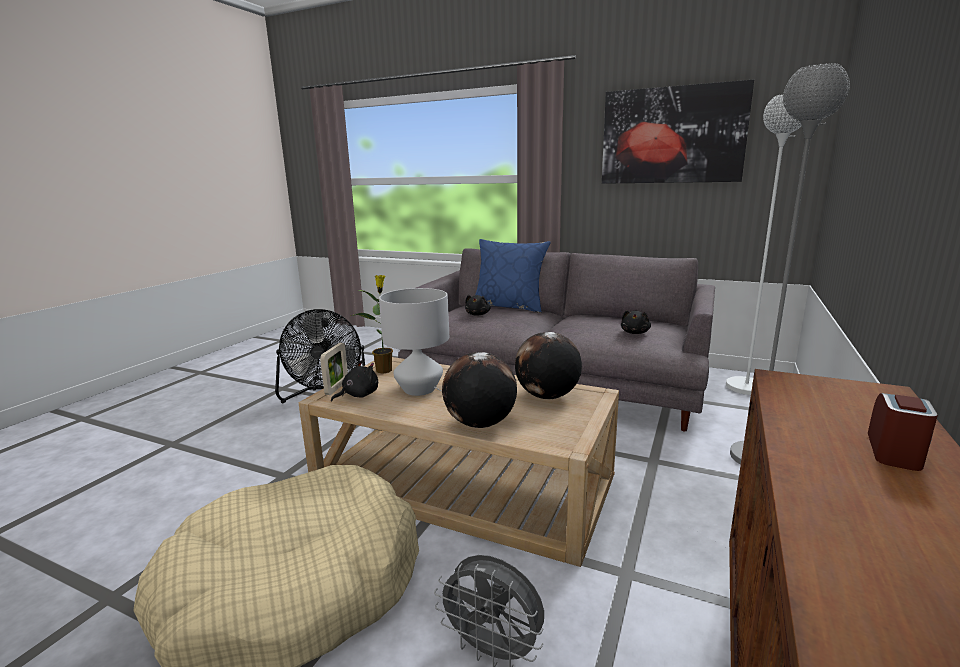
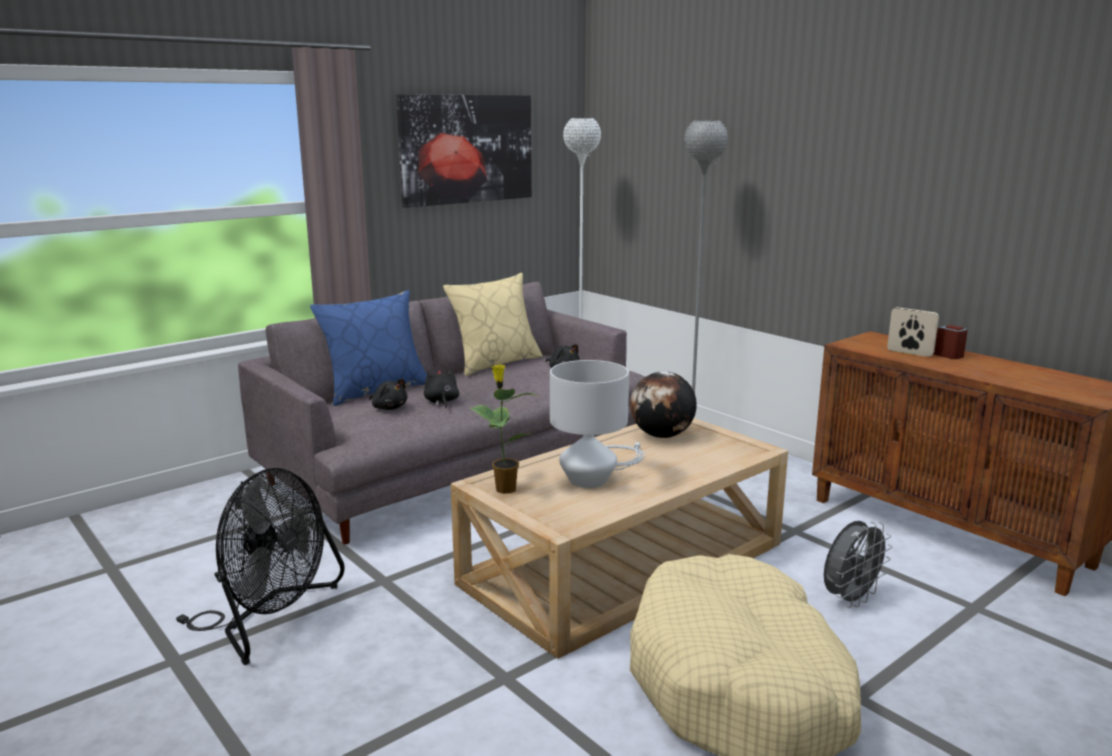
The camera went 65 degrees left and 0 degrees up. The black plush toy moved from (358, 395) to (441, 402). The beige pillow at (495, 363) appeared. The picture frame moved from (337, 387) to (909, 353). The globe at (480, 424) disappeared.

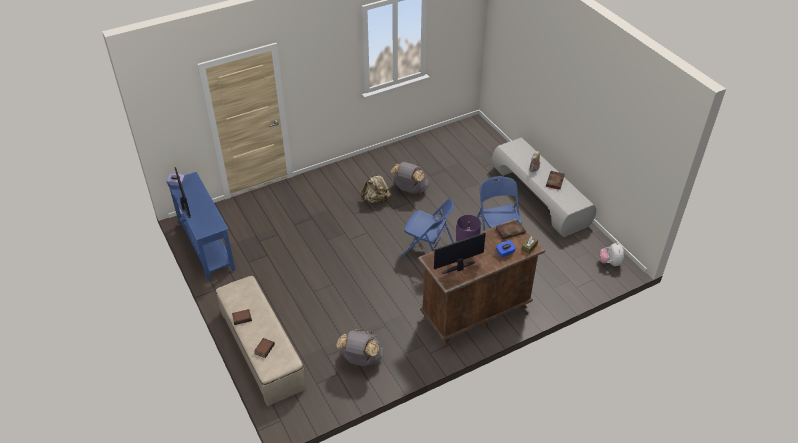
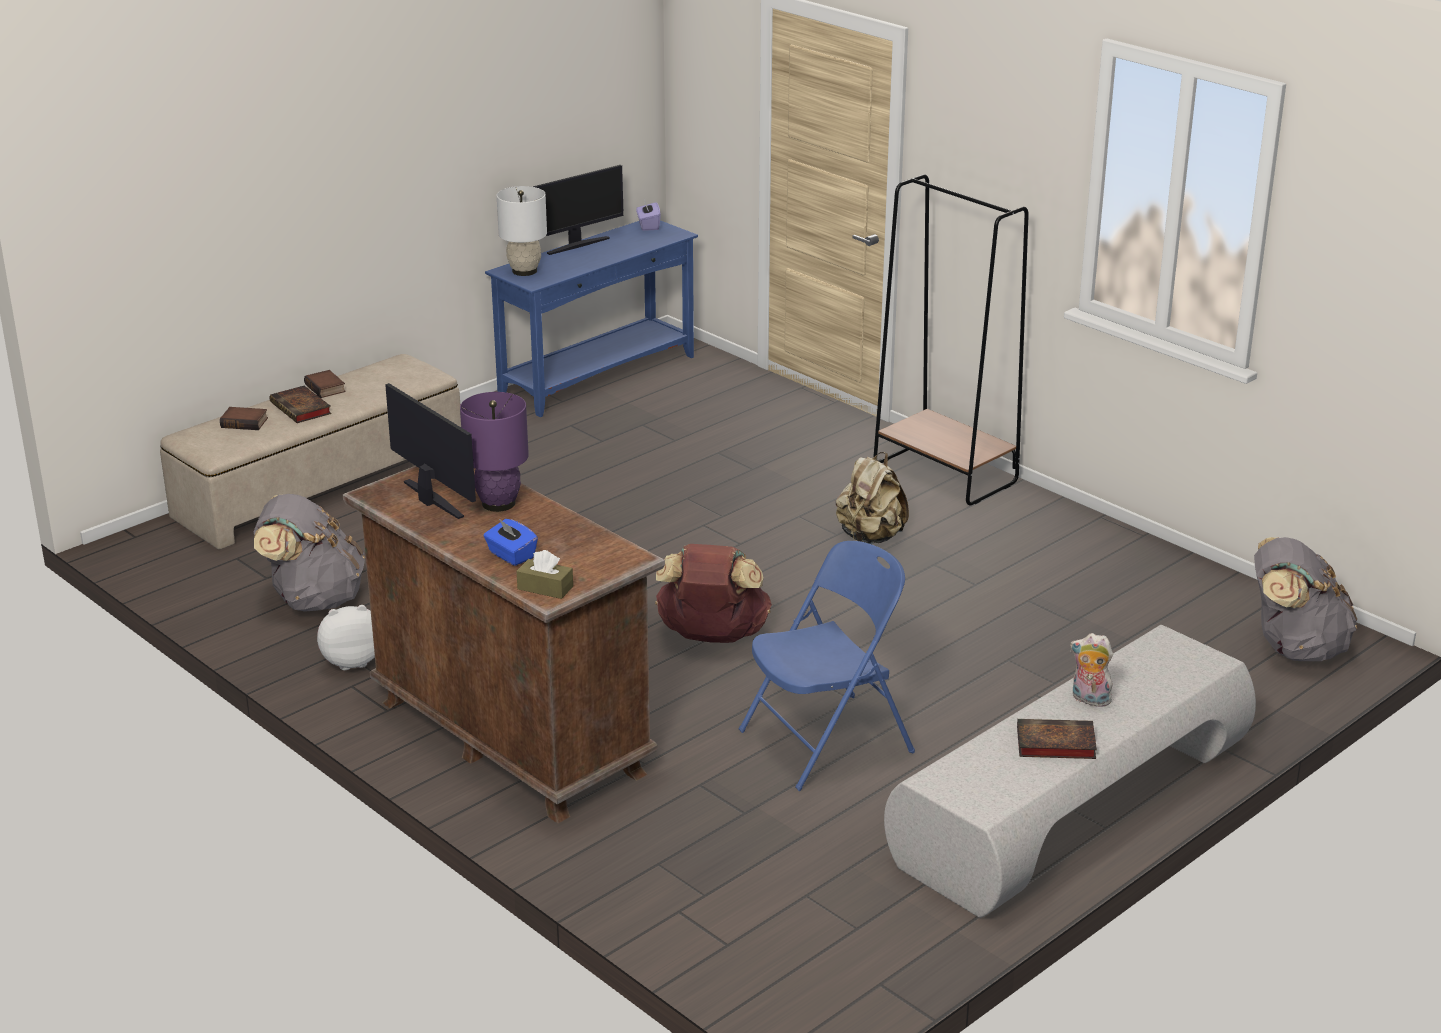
The camera went 75 degrees right and 15 degrees down. The book moved from (510, 231) to (302, 409). The plush toy moved from (610, 263) to (352, 661). The white table lamp at (524, 271) appeared. The blue chair at (427, 251) was replaced by the brown backpack at (712, 637). The clothes rack at (945, 474) appeared. The grey backpack moved from (410, 189) to (1294, 648).

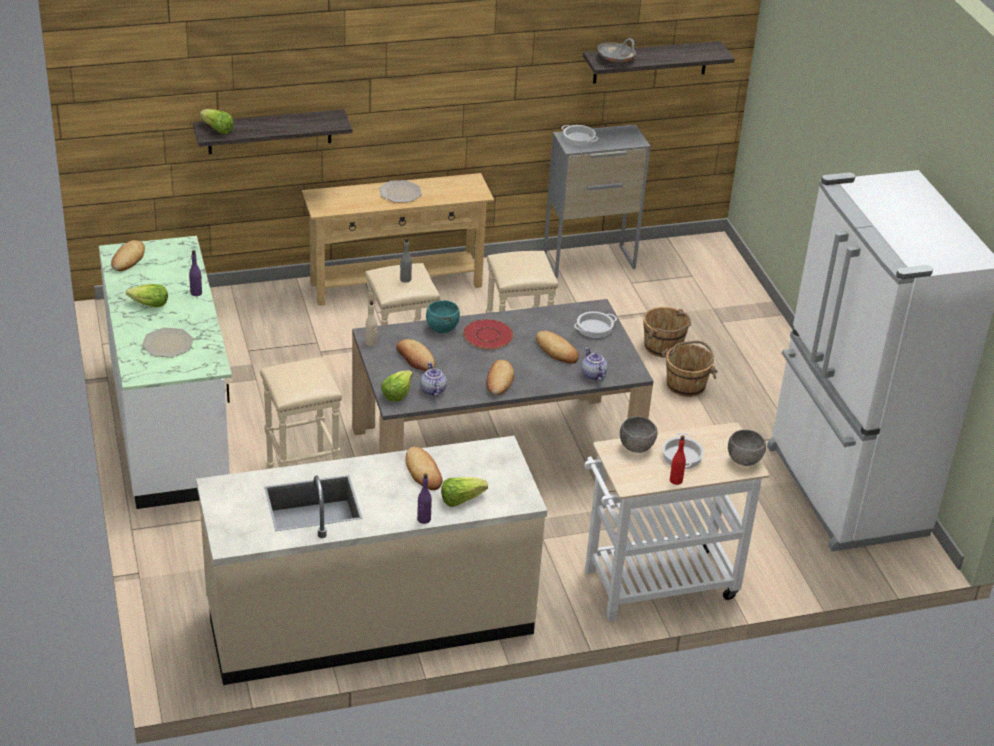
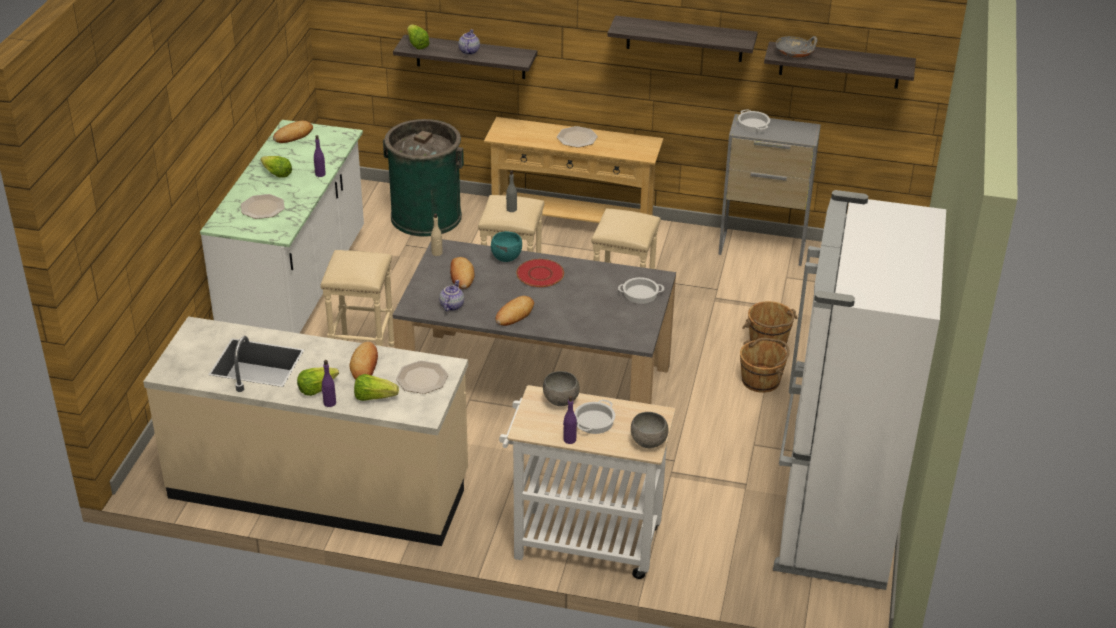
The camera went 30 degrees right and 0 degrees up. The lettuce moved from (397, 393) to (316, 388). The green trash can at (426, 216) appeared. The plate at (422, 378) appeared. The teapot moved from (592, 375) to (468, 51). The red bottle at (675, 480) became the purple bottle at (569, 439). The shelf at (684, 39) appeared. The bread at (556, 350) disappeared.

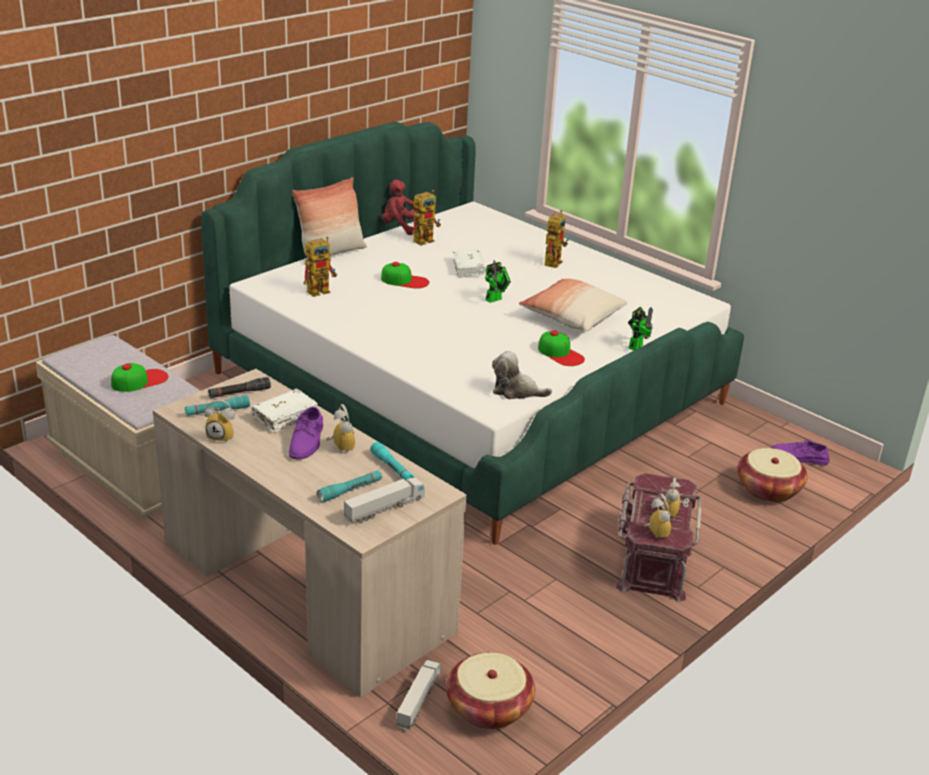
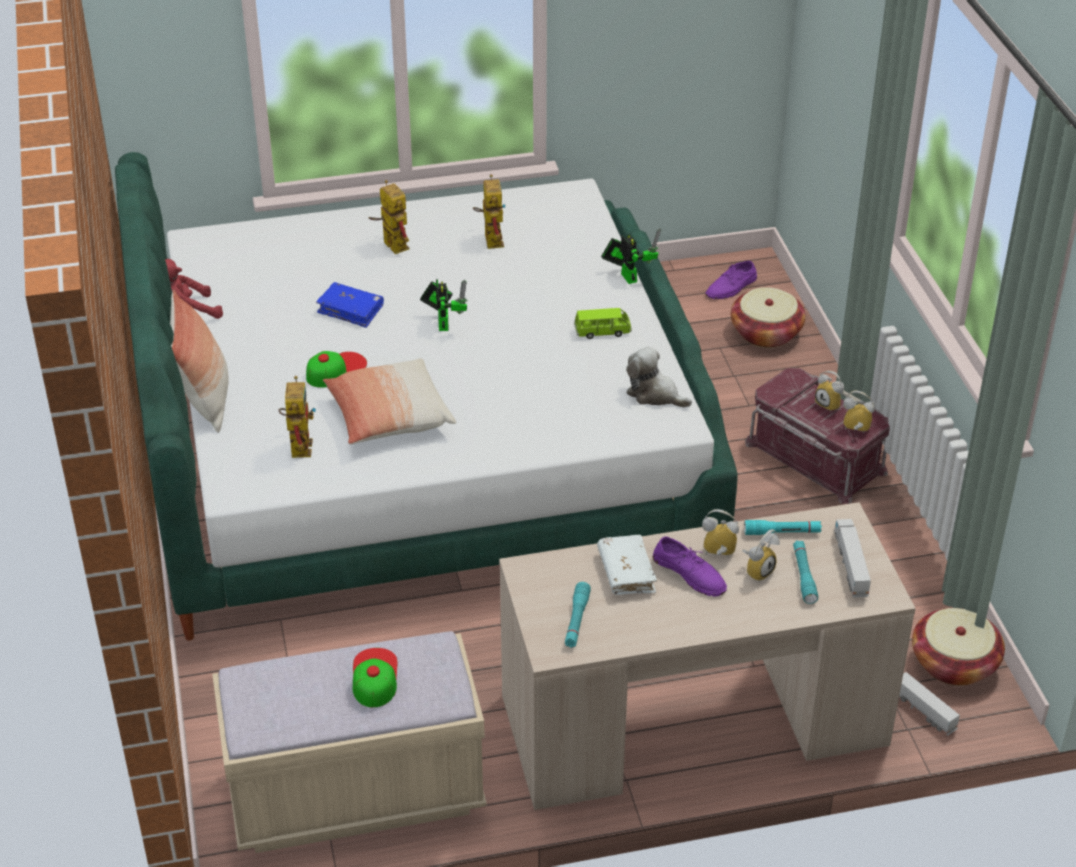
The camera went 55 degrees left and 10 degrees up. The white book at (468, 268) became the blue book at (351, 310). The pillow moved from (571, 317) to (389, 417). The toy robot moved from (426, 239) to (490, 238). The cap at (560, 353) was replaced by the green toy car at (602, 332). The plush toy at (516, 391) turned 75 degrees clockwise. The alarm clock moved from (222, 436) to (757, 570). The black flashlight at (239, 393) disappeared.

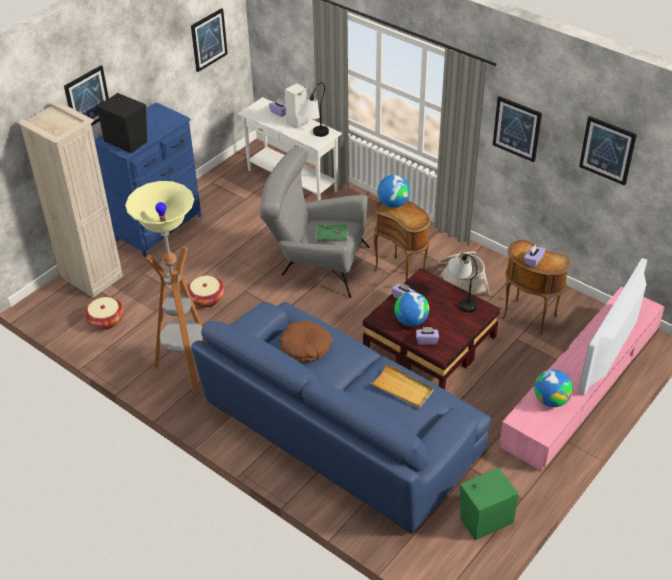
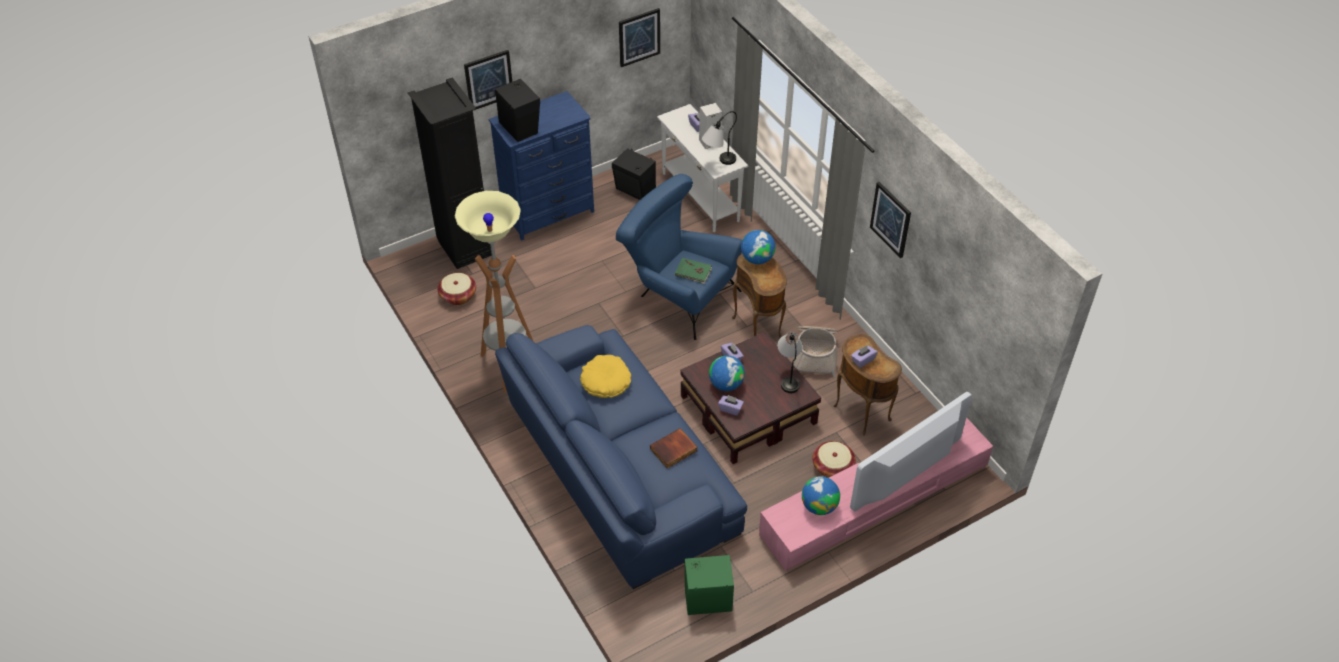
The camera went 20 degrees right and 5 degrees up. The beige cabinet at (92, 276) became the black cabinet at (465, 247). The brown pillow at (304, 348) became the yellow pillow at (605, 382). The black speaker at (635, 190) appeared. The grey armchair at (314, 264) became the blue armchair at (678, 295). The beige tray at (402, 388) was replaced by the book at (673, 450). The basket moved from (206, 299) to (832, 467). The picture at (607, 150) disappeared.

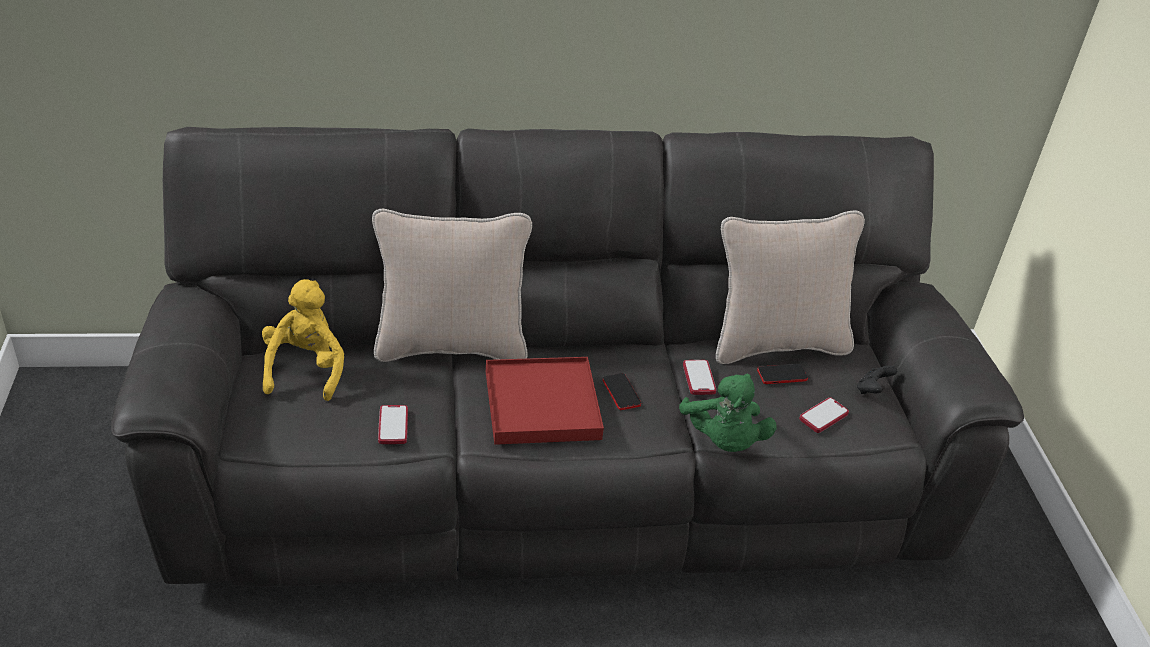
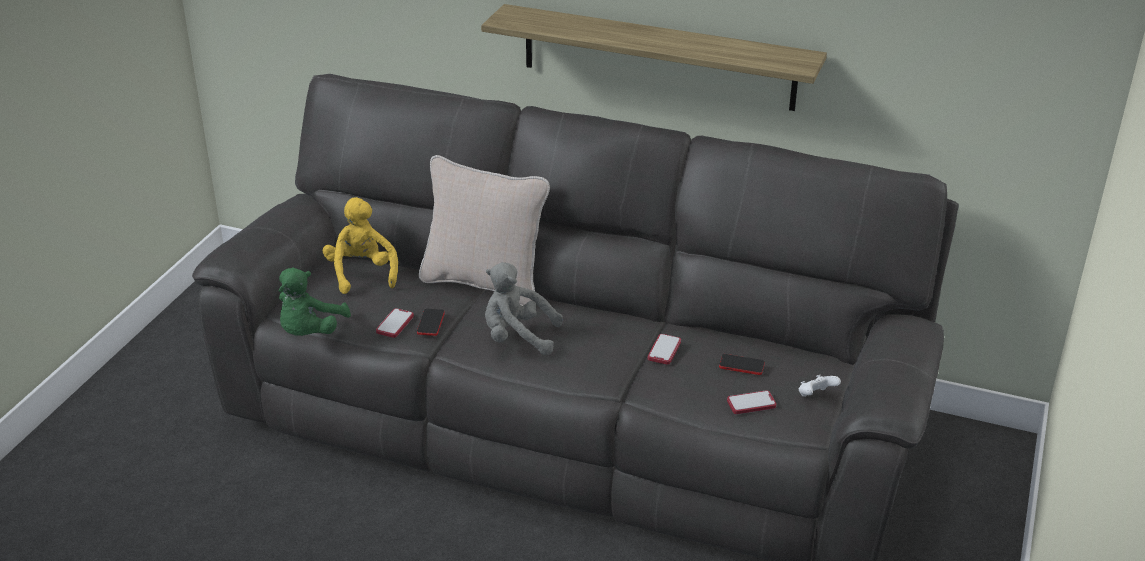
The camera went 30 degrees right and 5 degrees down. The green plush toy moved from (723, 441) to (310, 332). The yellow plush toy at (305, 369) turned 45 degrees counterclockwise. The phone moved from (621, 392) to (430, 323). The shelf at (658, 57) appeared. The red tray at (541, 404) was replaced by the grey plush toy at (517, 337). The black game controller at (872, 390) became the white game controller at (815, 396). The beige pillow at (776, 343) disappeared.

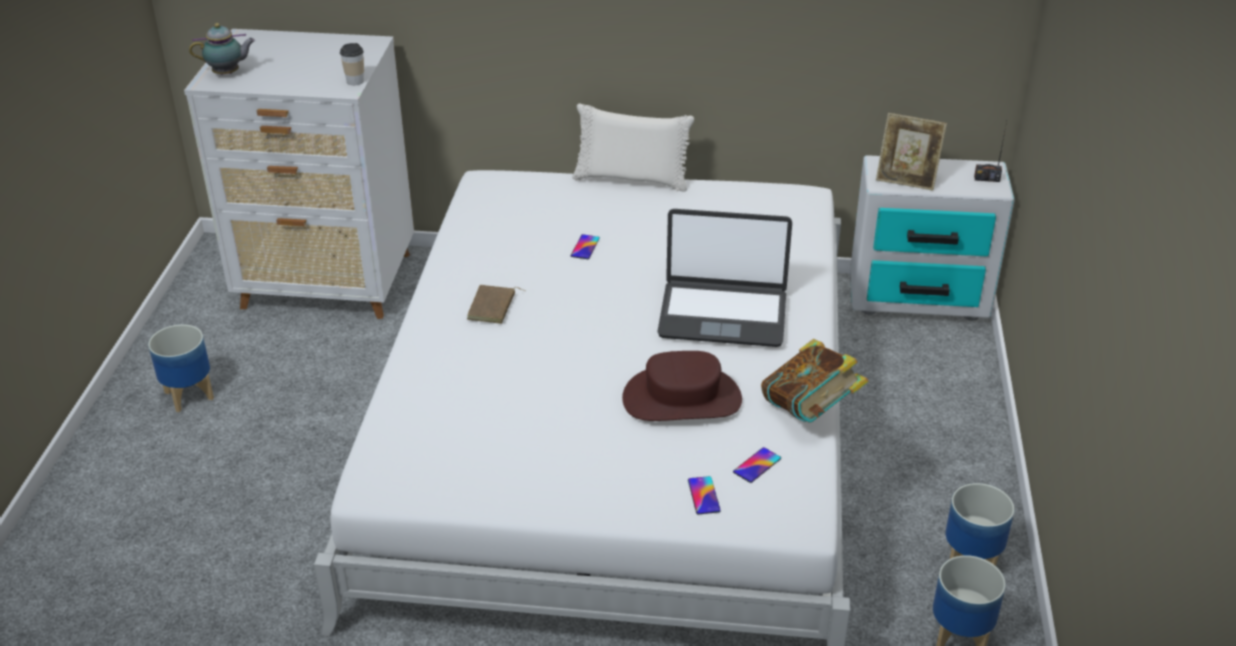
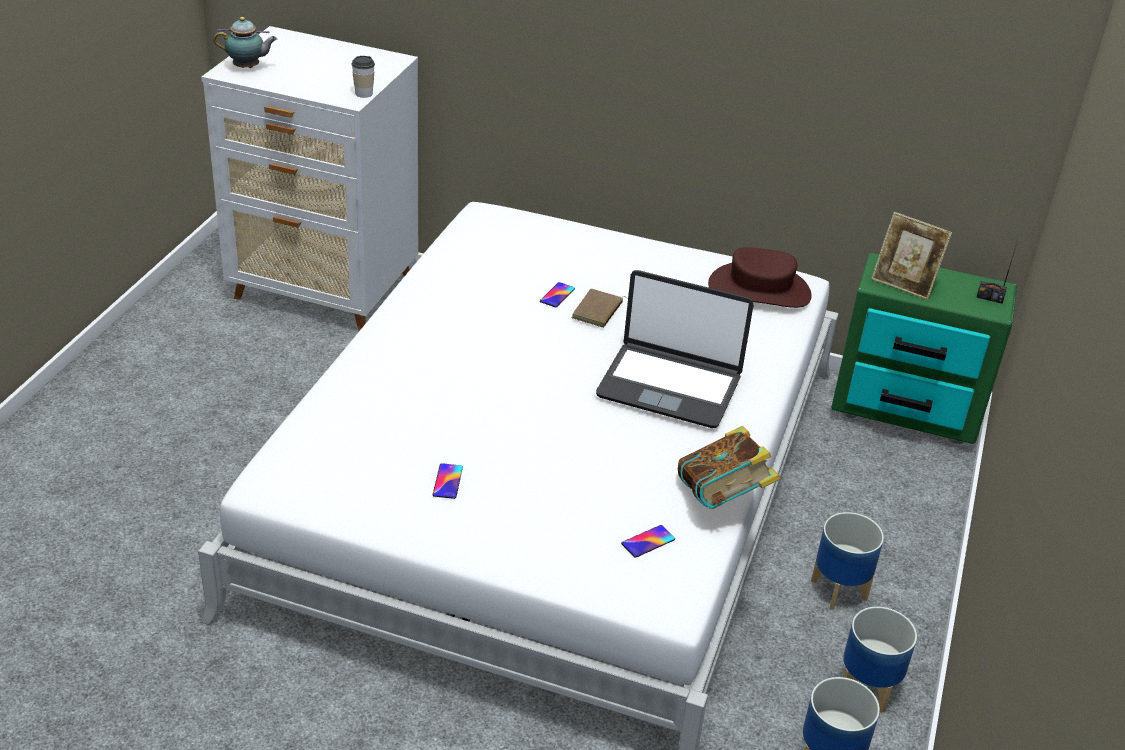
The camera went 10 degrees right and 0 degrees up. The phone moved from (703, 495) to (447, 481). The brown book moved from (493, 307) to (599, 311). The brown hat moved from (682, 398) to (759, 290). The planter moved from (188, 396) to (838, 590). The white nightstand at (918, 304) became the green nightstand at (904, 416). The white pillow at (631, 179) disappeared.

